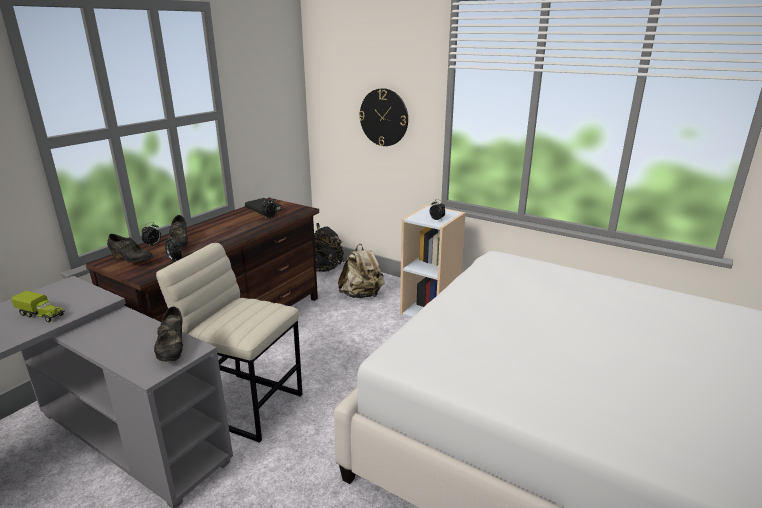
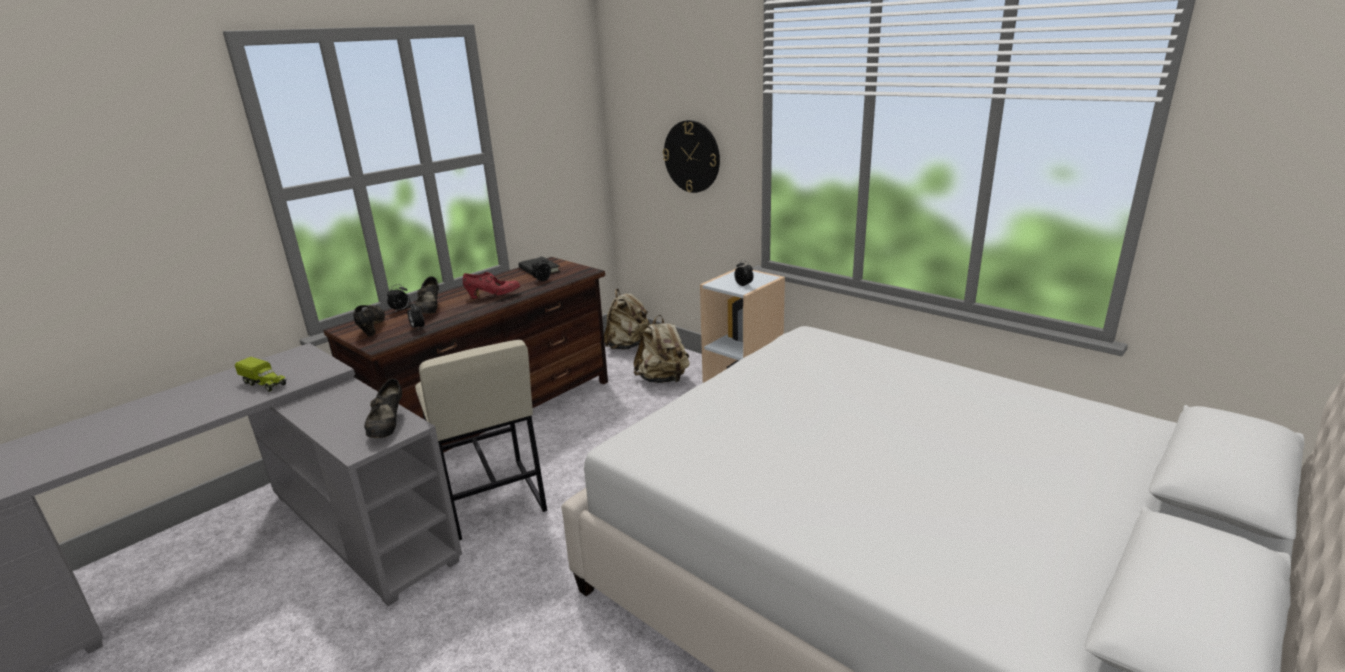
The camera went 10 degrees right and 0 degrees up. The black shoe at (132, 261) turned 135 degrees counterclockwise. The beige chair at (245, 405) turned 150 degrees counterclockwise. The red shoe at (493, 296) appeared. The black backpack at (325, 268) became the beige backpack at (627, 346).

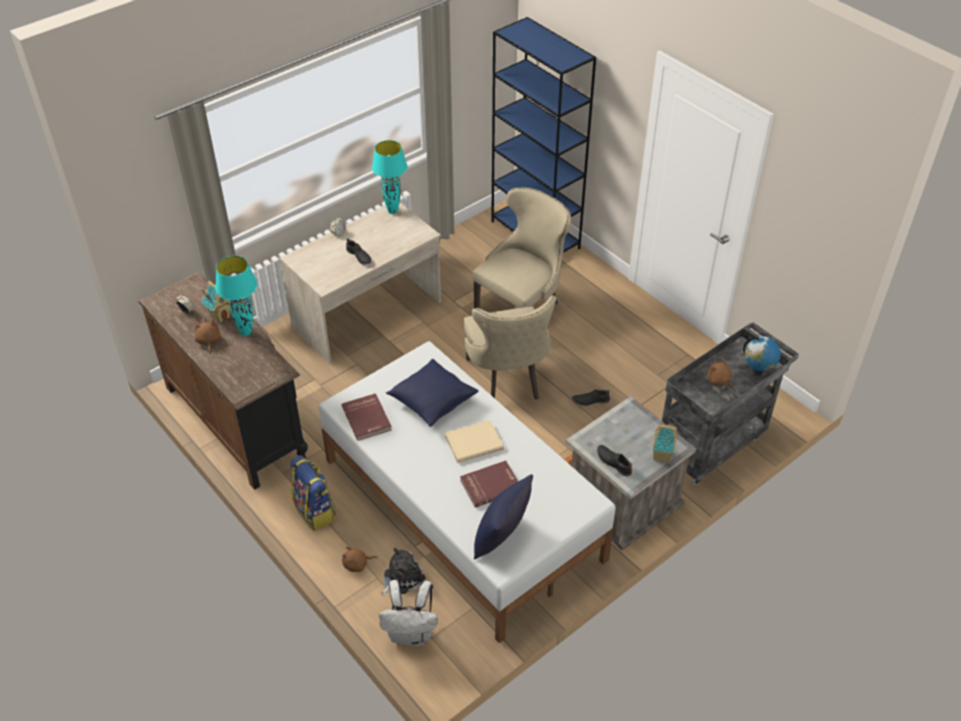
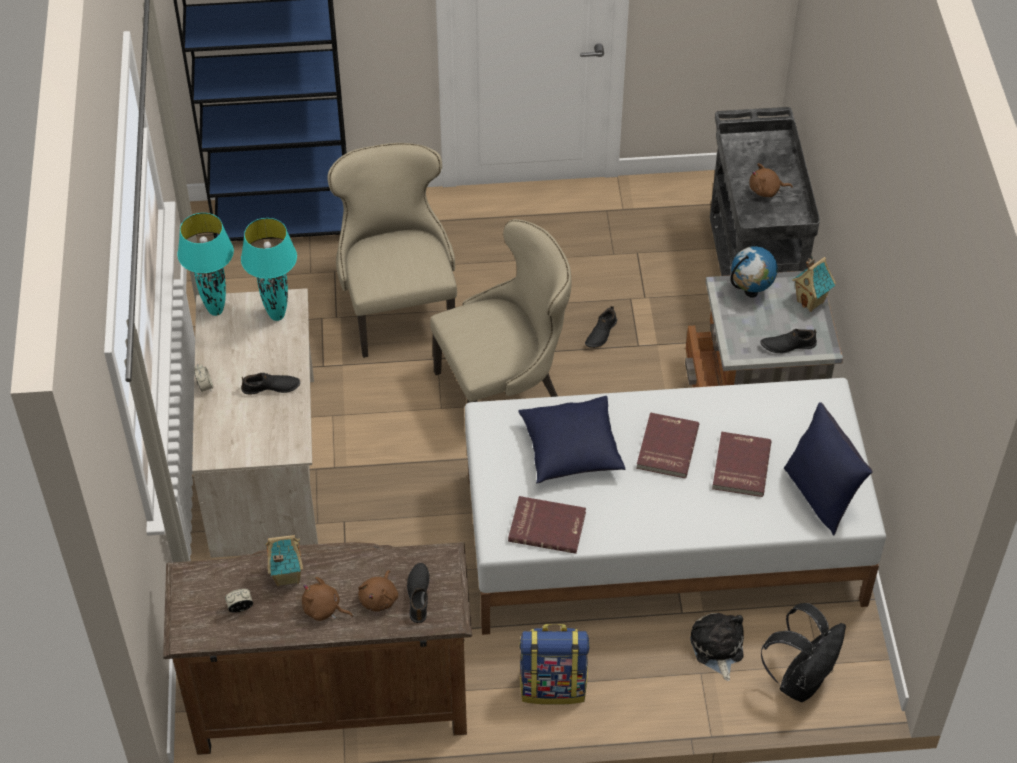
The camera went 55 degrees left and 5 degrees up. The turquoise table lamp moved from (246, 332) to (277, 316). The brown plush toy moved from (357, 564) to (379, 598). The black shoe at (419, 595) appeared. The beige chair at (507, 380) turned 45 degrees counterclockwise. The beige book at (473, 442) became the red book at (666, 447). The globe moved from (757, 371) to (751, 292). The white backpack at (411, 634) became the black backpack at (800, 679).

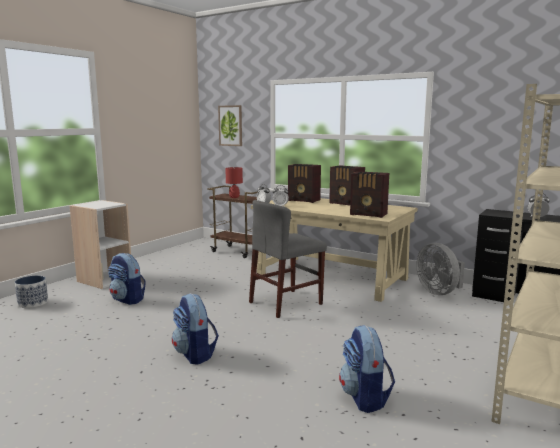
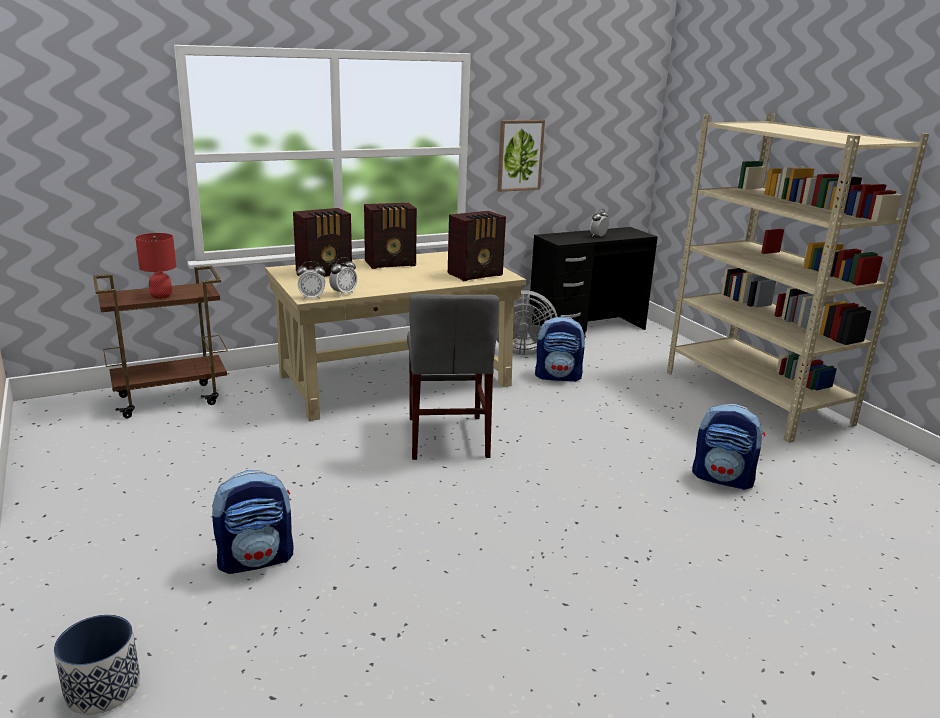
The camera went 60 degrees left and 10 degrees up. The picture moved from (230, 125) to (520, 155). The backpack moved from (195, 354) to (558, 376). The bookcase at (105, 280) disappeared.

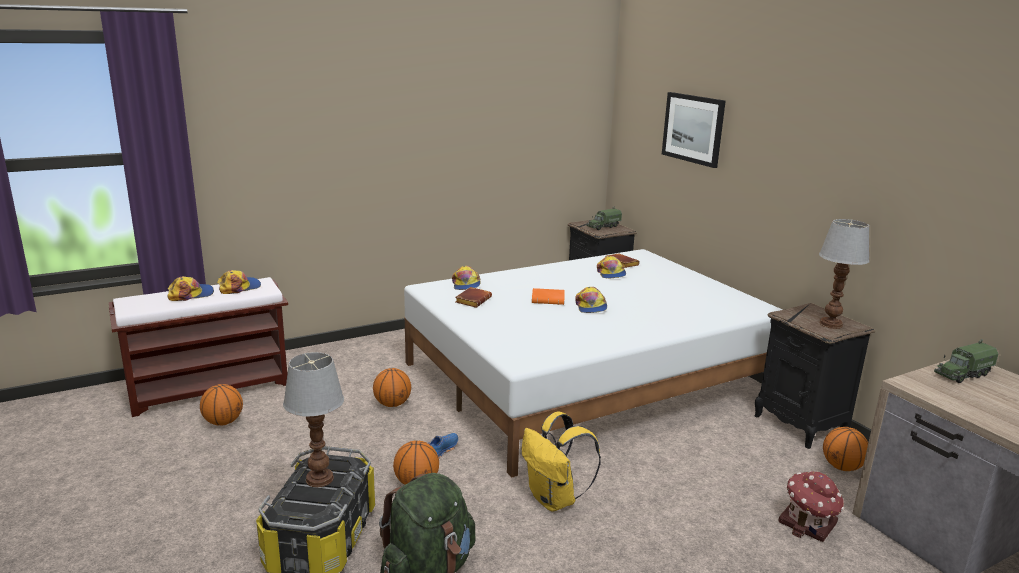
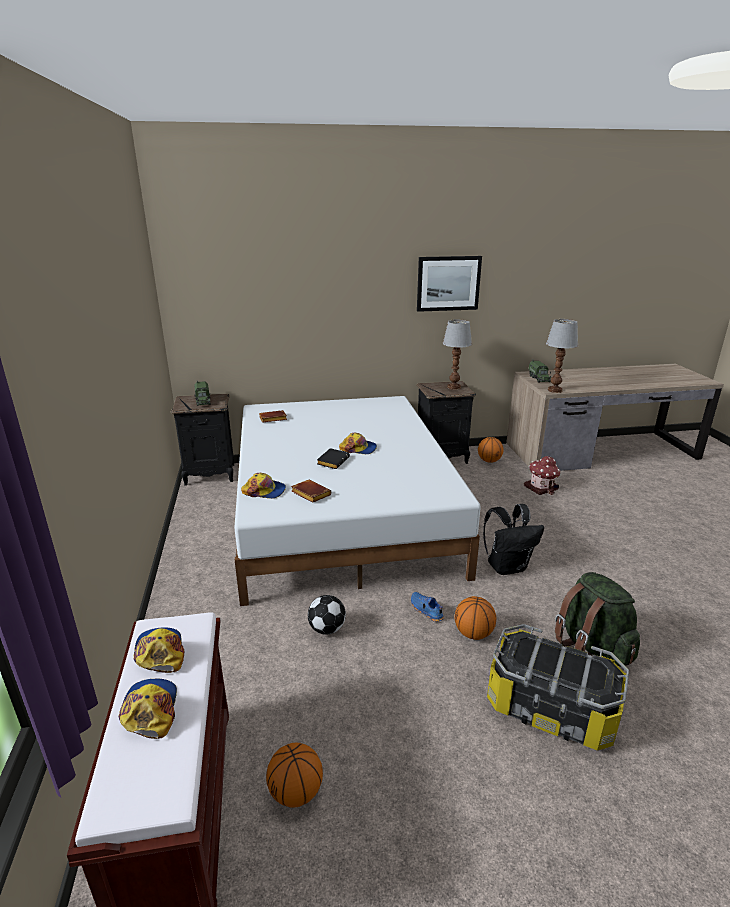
The camera went 70 degrees left and 5 degrees up. The basketball at (392, 404) was replaced by the football at (326, 628). The orange book at (549, 300) became the black book at (332, 461). The picture moved from (693, 128) to (448, 283). The yellow backpack at (554, 500) became the black backpack at (507, 567). The table lamp moved from (319, 479) to (555, 390). The cap at (611, 273) disappeared.

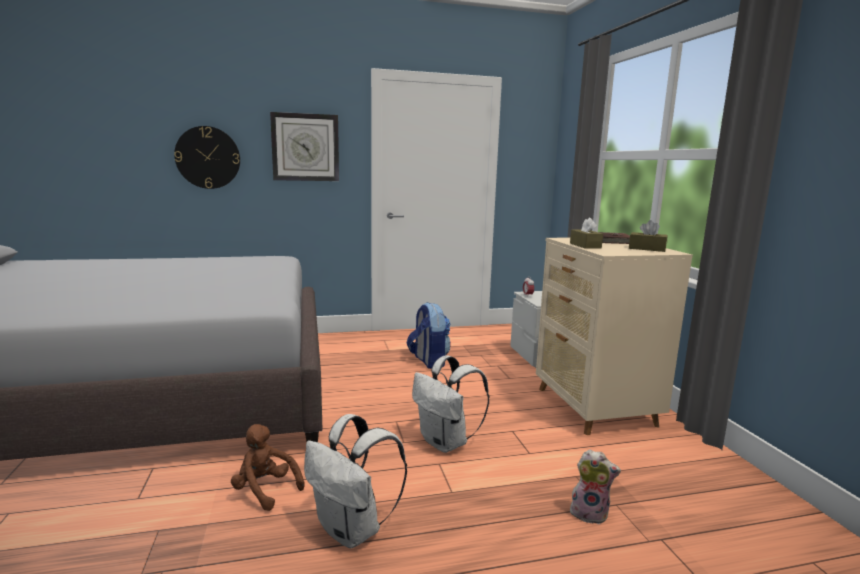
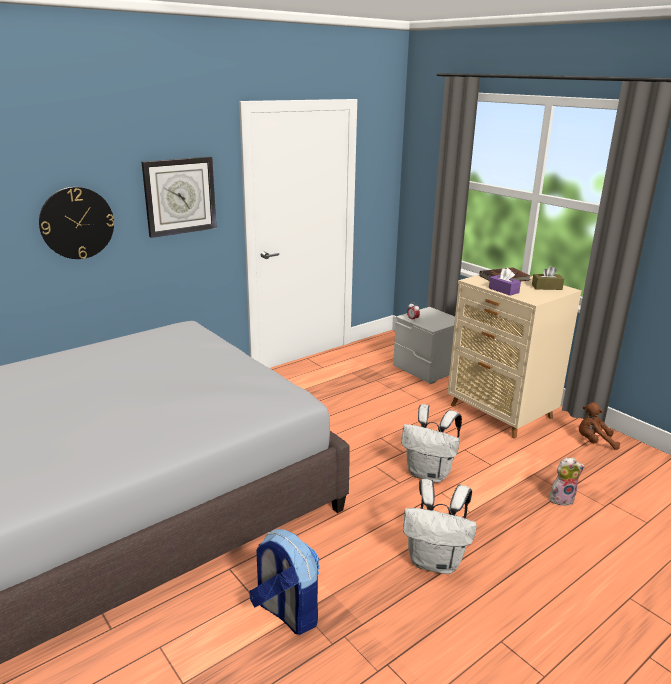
The camera went 25 degrees left and 10 degrees up. The backpack moved from (428, 361) to (286, 612). The brown tissue box at (585, 245) became the purple tissue box at (503, 290). The brown plush toy moved from (265, 490) to (594, 442).

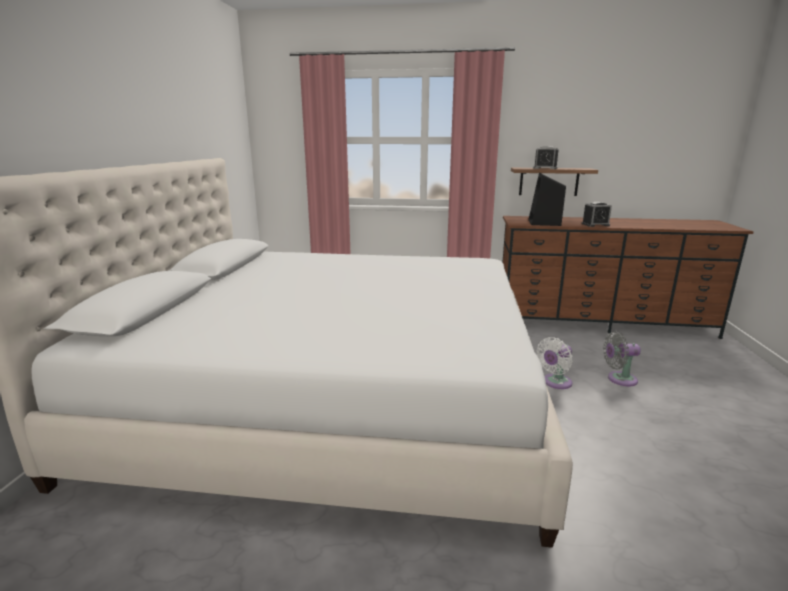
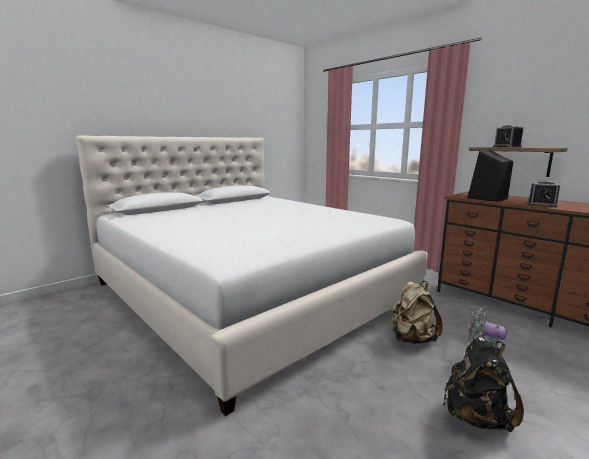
The camera went 40 degrees right and 5 degrees down. The white fan at (555, 383) was replaced by the beige backpack at (411, 339). The black backpack at (476, 417) appeared.

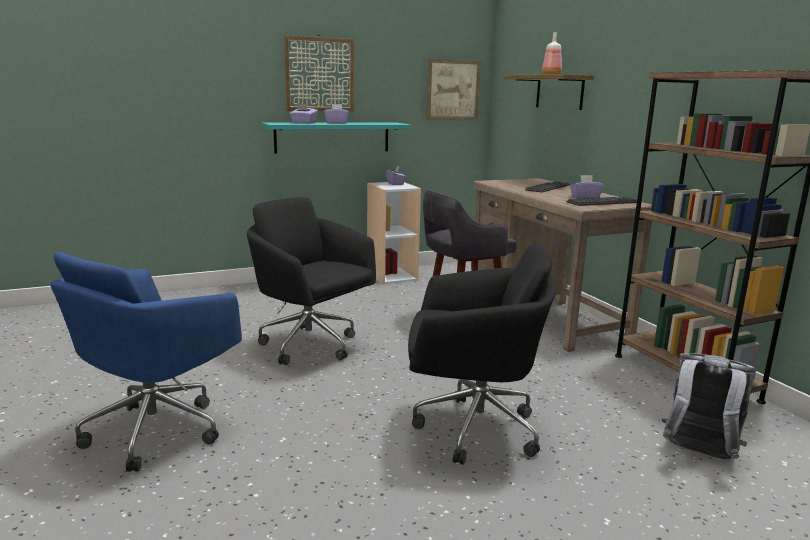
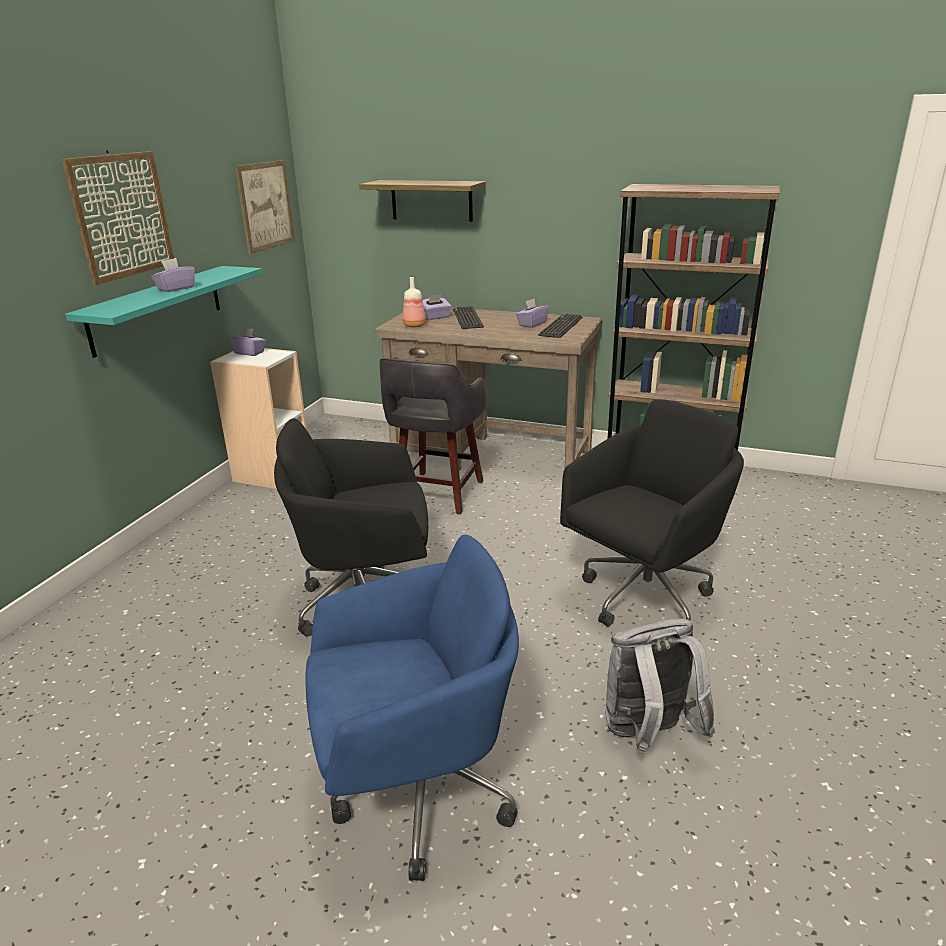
The camera went 45 degrees left and 10 degrees up. The blue office chair at (160, 429) turned 90 degrees counterclockwise. The bottle moved from (551, 74) to (415, 325). The purple tissue box moved from (303, 123) to (435, 317). The grey backpack moved from (698, 454) to (648, 734).

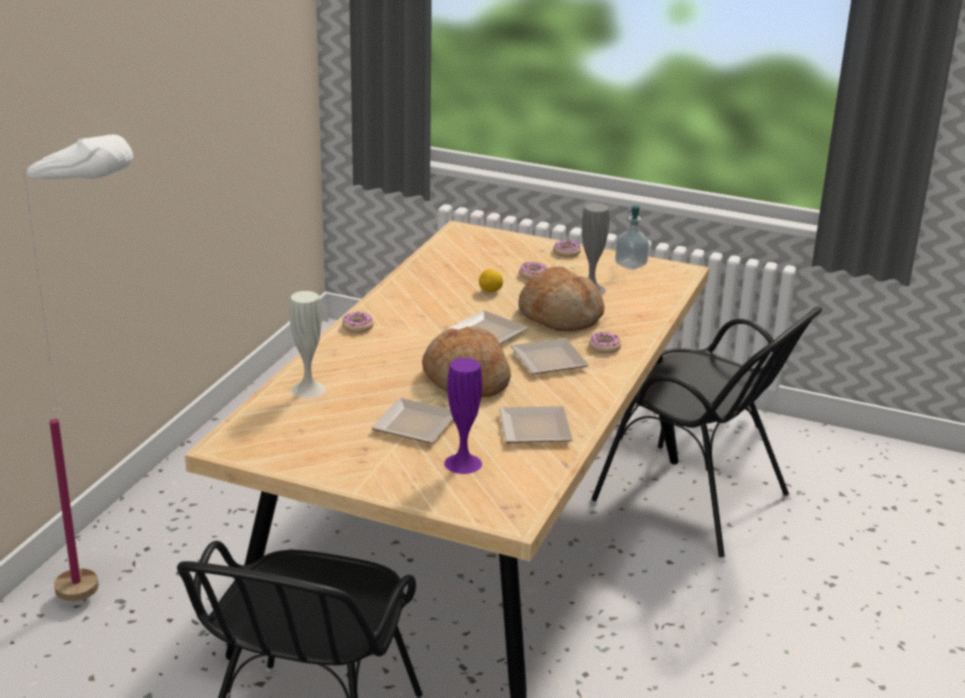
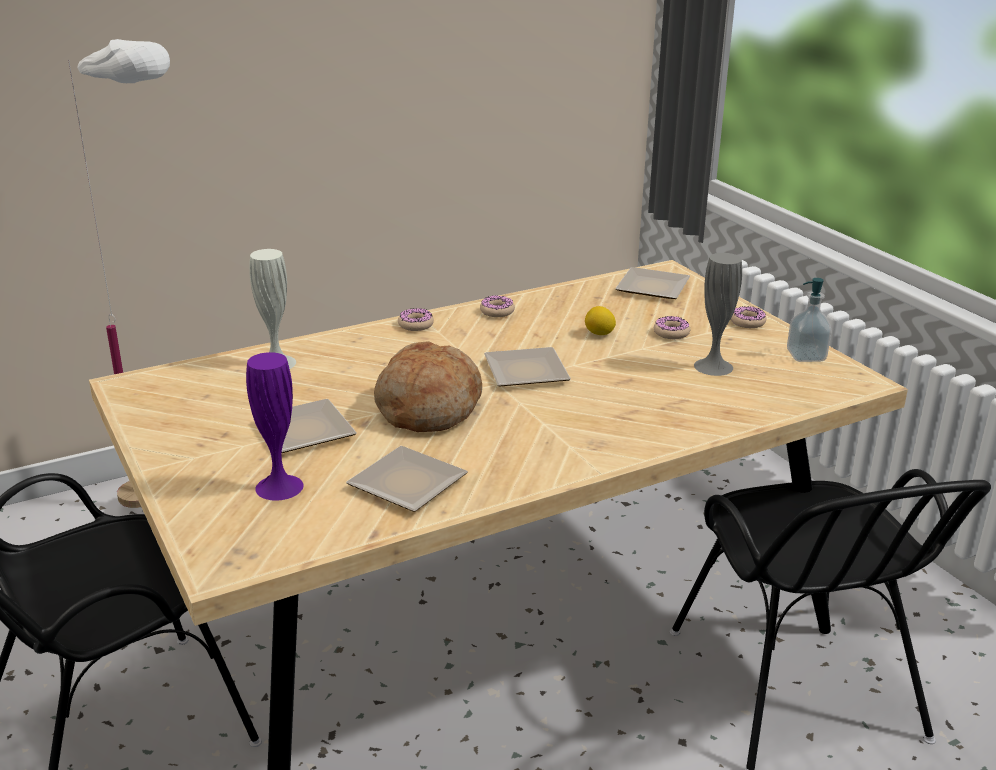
The camera went 40 degrees right and 0 degrees up. The donut moved from (604, 347) to (497, 311). The plate moved from (548, 362) to (650, 288). The bread at (560, 316) disappeared.

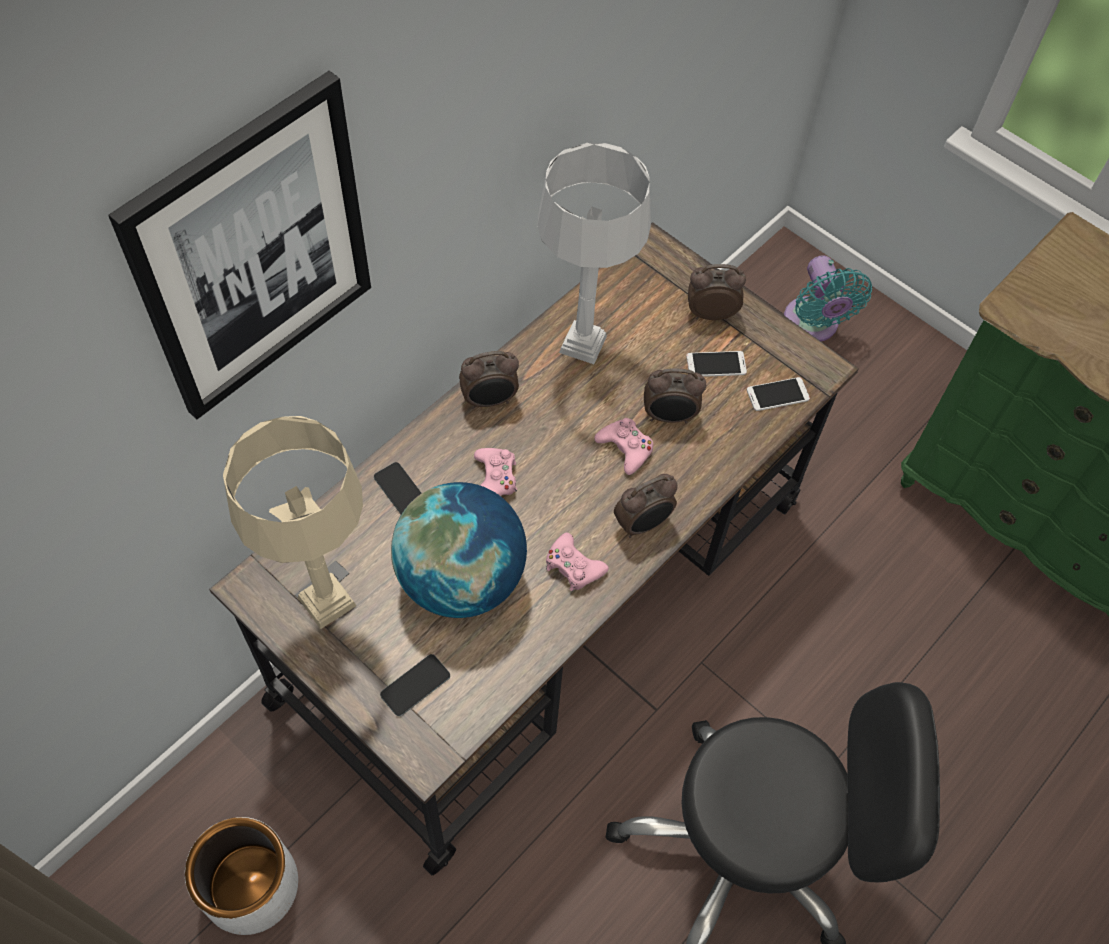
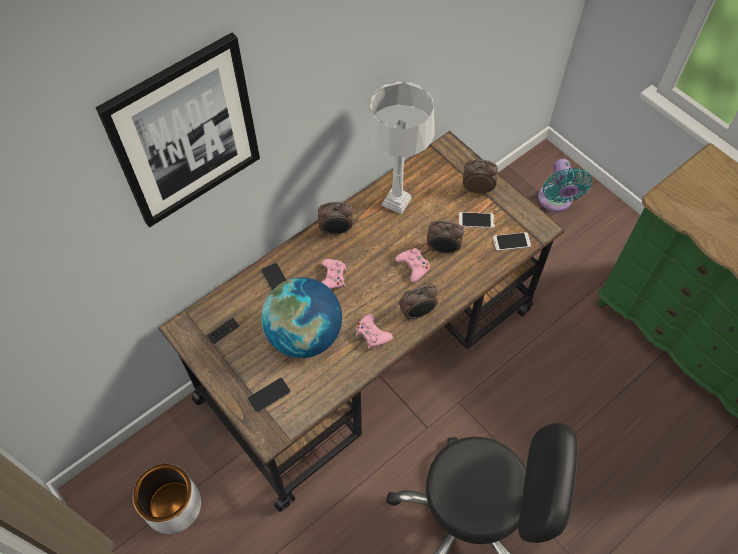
The camera went 10 degrees right and 0 degrees up. The beige table lamp at (326, 601) disappeared.

